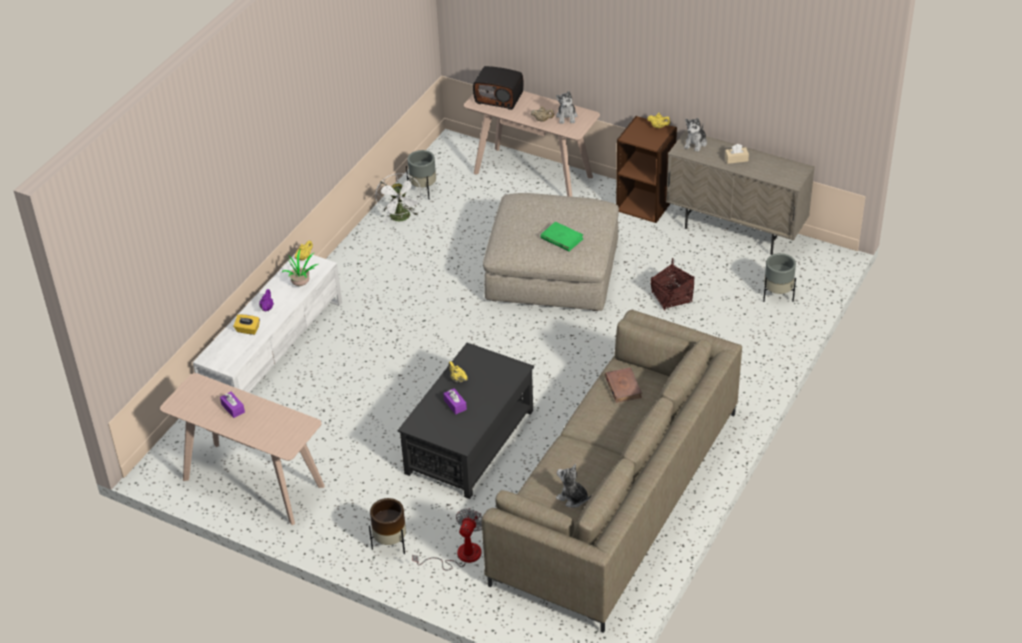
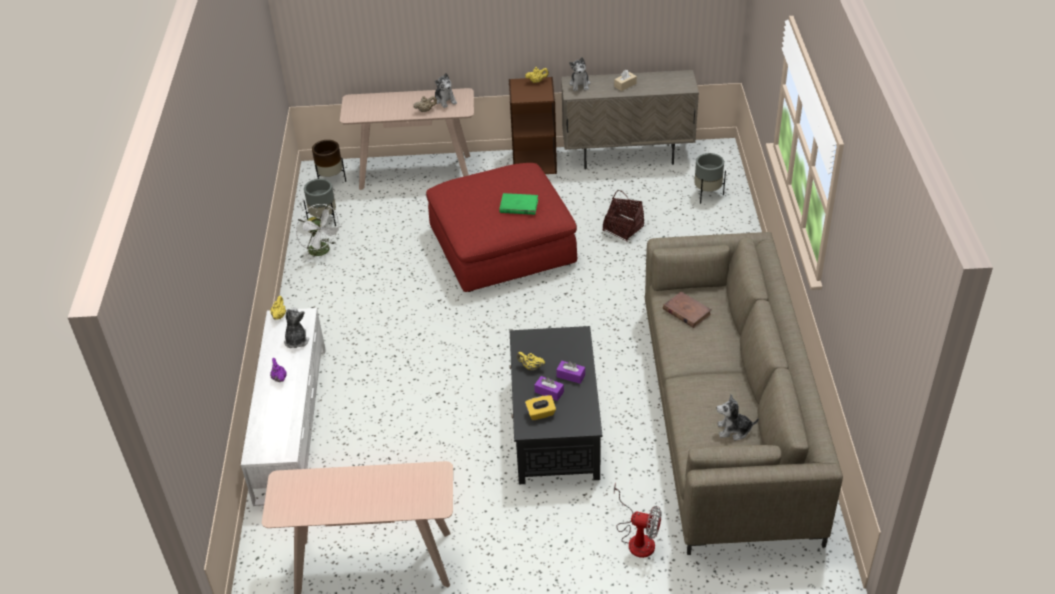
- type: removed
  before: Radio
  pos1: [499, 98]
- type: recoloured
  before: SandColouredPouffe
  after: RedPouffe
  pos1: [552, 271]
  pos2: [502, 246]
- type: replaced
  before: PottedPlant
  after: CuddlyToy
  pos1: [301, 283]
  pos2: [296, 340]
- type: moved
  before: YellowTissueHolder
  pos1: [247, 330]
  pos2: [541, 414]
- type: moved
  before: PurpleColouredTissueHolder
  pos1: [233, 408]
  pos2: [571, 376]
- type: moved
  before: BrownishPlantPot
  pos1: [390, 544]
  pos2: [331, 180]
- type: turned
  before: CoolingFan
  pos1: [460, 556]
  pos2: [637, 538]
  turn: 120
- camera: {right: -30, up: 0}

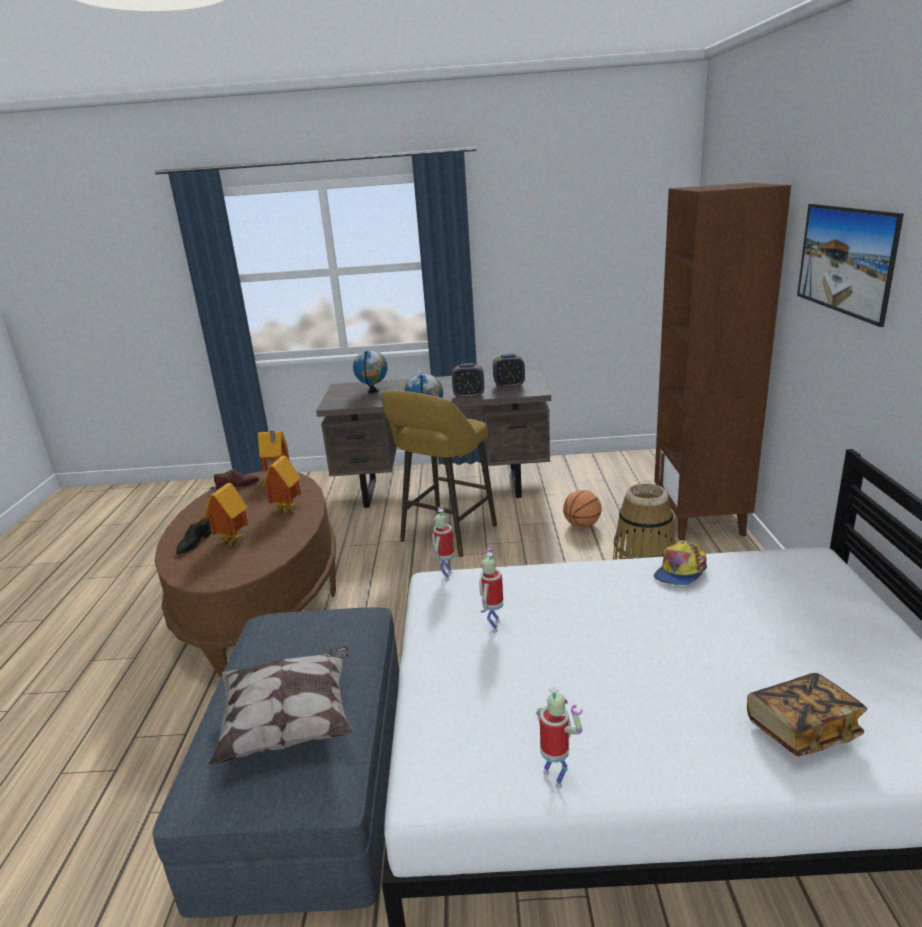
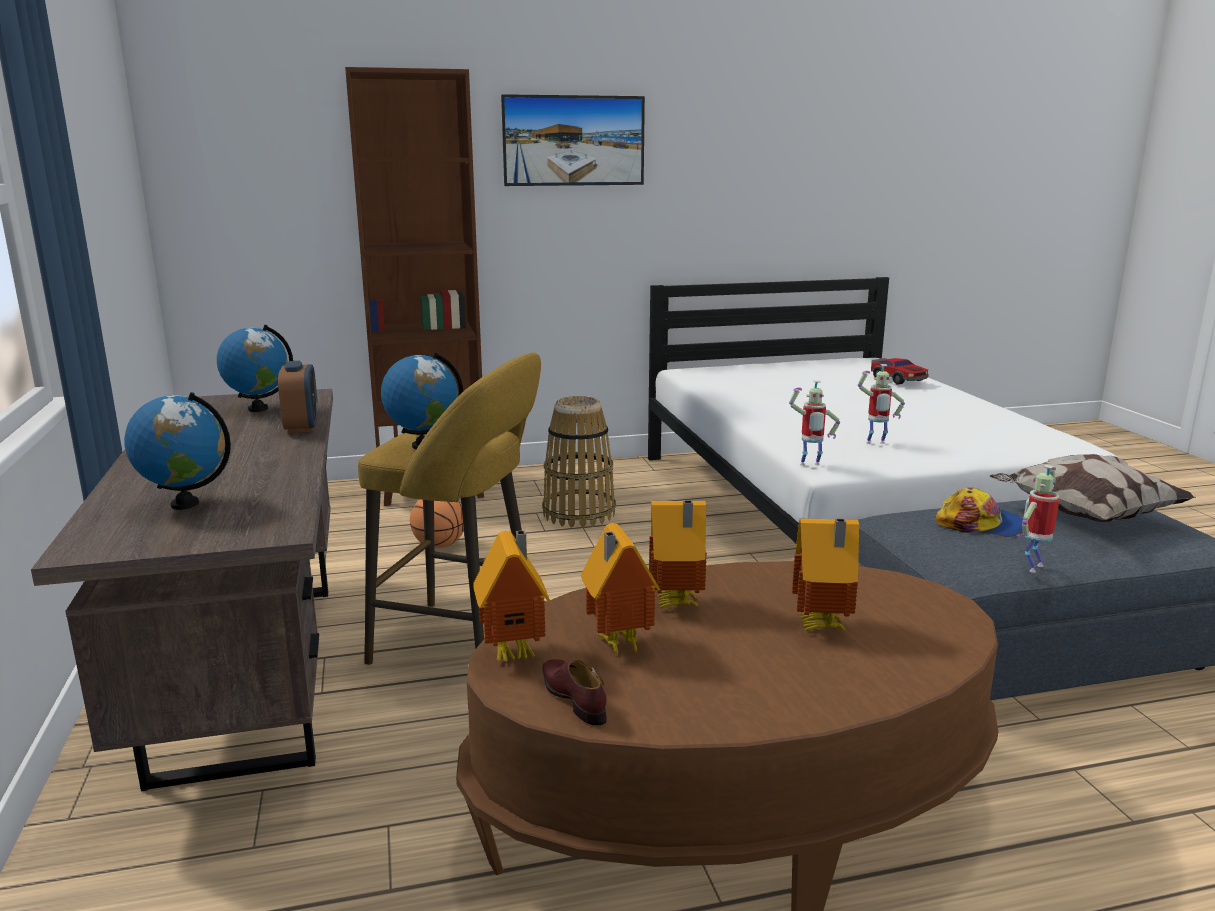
- type: replaced
  before: BedsideClock
  after: DeskGlobe
  pos1: [509, 386]
  pos2: [258, 409]
- type: removed
  before: BlackLowShoe
  pos1: [194, 543]
- type: moved
  before: PeakedCap
  pos1: [680, 571]
  pos2: [979, 524]
- type: replaced
  before: Volume
  after: MiniatureCar
  pos1: [801, 729]
  pos2: [898, 379]
- type: moved
  before: ToyRobot
  pos1: [556, 777]
  pos2: [1032, 567]
- type: added
  after: ToyHouse
  pos2: [616, 644]
- camera: {right: -105, up: -5}

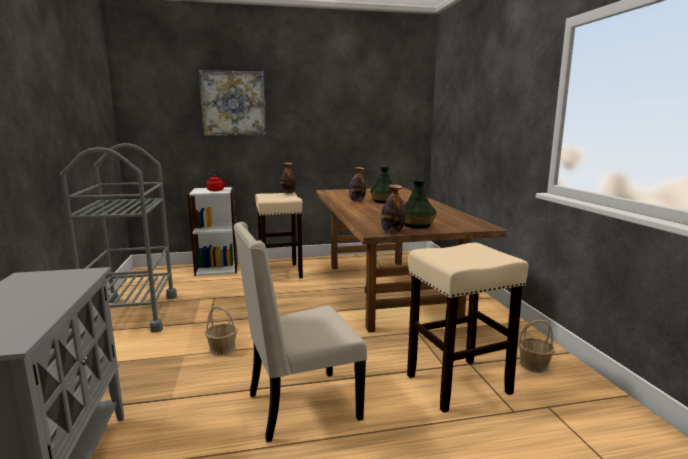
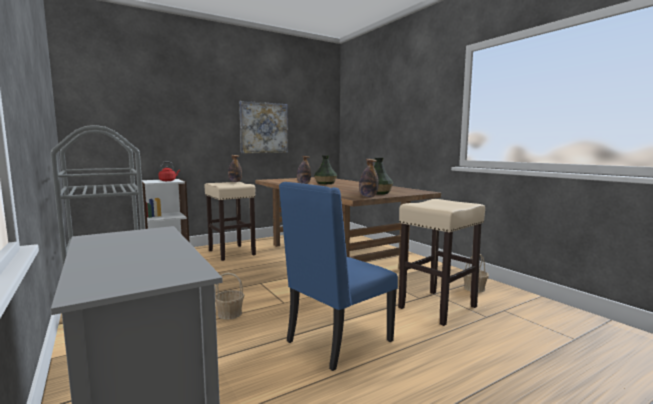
- type: moved
  before: Picture
  pos1: [233, 103]
  pos2: [264, 128]
- type: recoloured
  before: SandColouredChair
  after: BlueColouredChair
  pos1: [300, 406]
  pos2: [337, 342]
- camera: {right: -20, up: -5}

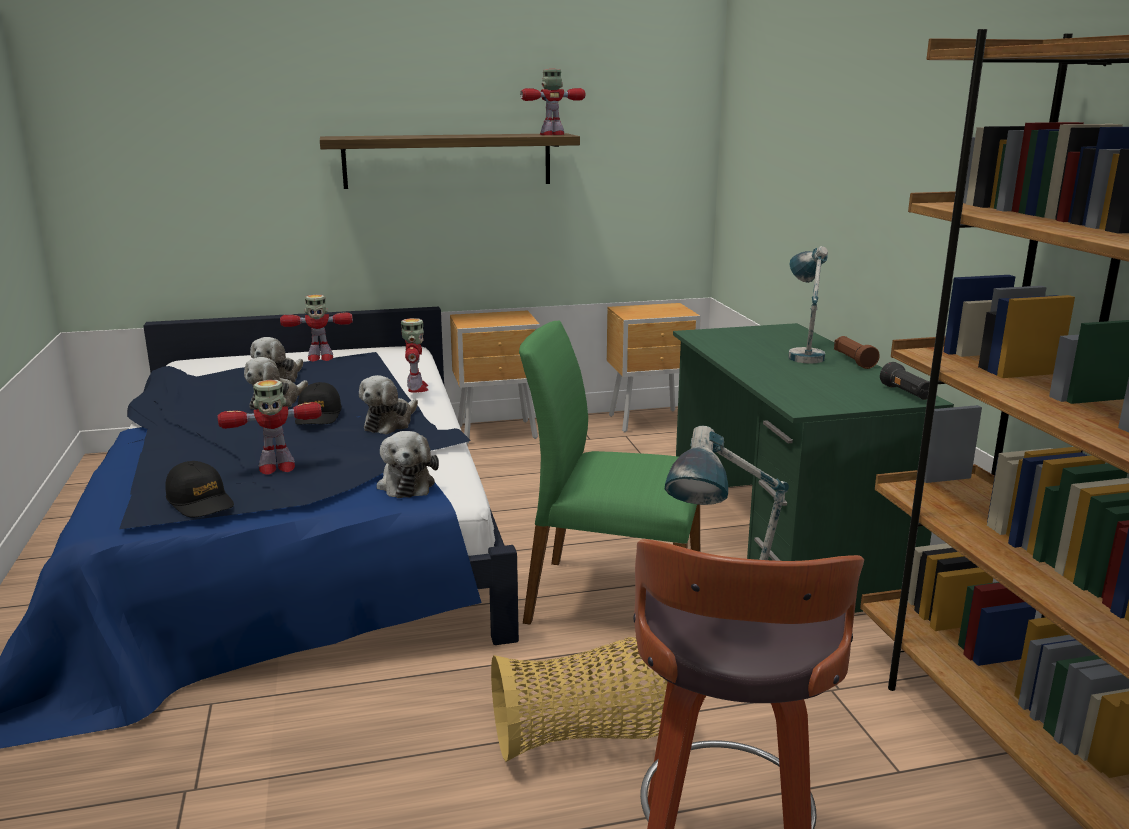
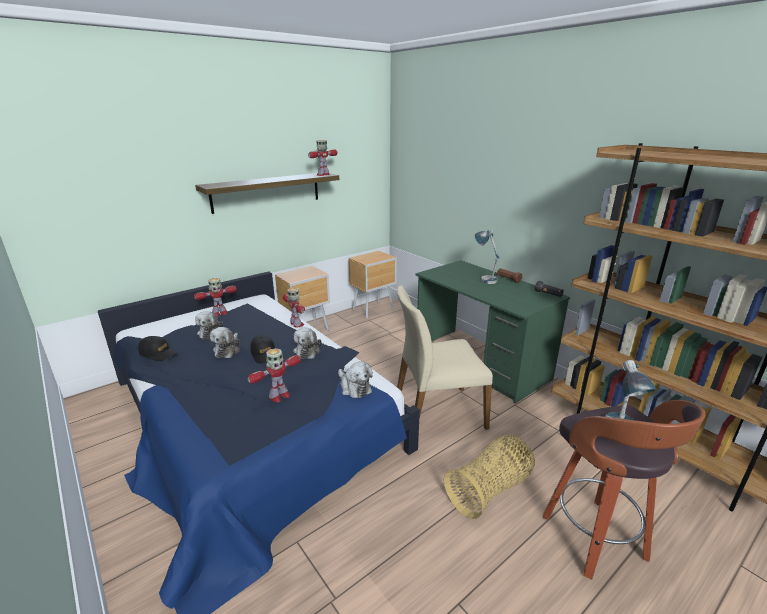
- type: recoloured
  before: GreenishChair
  after: SandColouredChair
  pos1: [612, 598]
  pos2: [437, 412]
- type: moved
  before: BlackPeakedCap
  pos1: [200, 502]
  pos2: [158, 353]
- camera: {right: -25, up: 5}

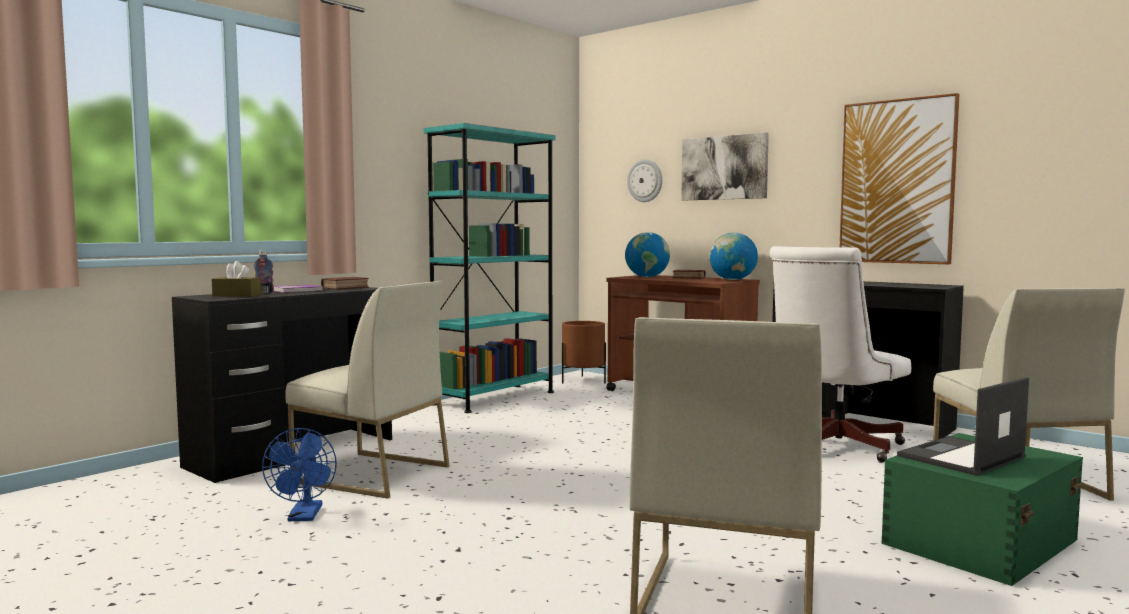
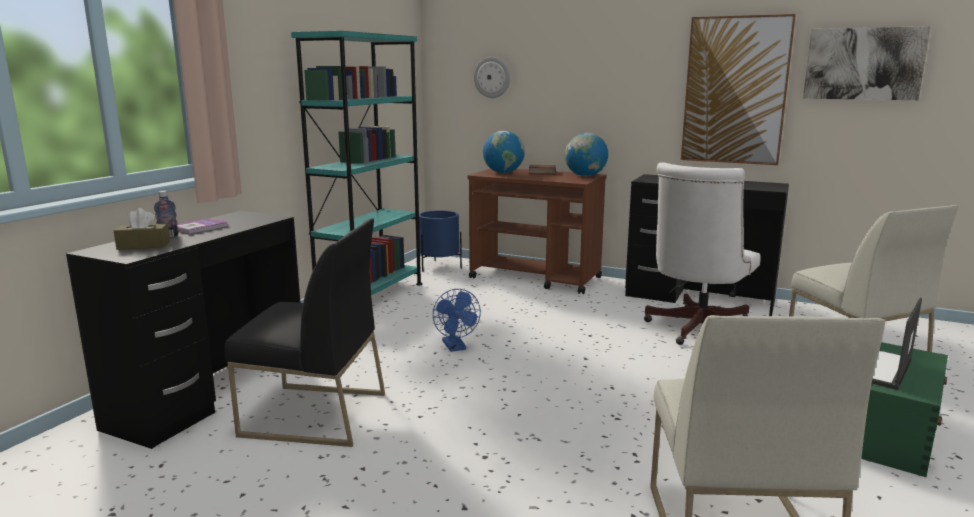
- type: moved
  before: Picture
  pos1: [724, 168]
  pos2: [863, 64]
- type: removed
  before: Volume
  pos1: [345, 287]
- type: recoloured
  before: WhiteColouredChair
  after: BlackChair
  pos1: [370, 474]
  pos2: [313, 415]
- type: recoloured
  before: BrownishPlantPot
  after: BlueColouredPlantPot
  pos1: [583, 381]
  pos2: [439, 267]
- type: moved
  before: BlueColouredCoolingFan
  pos1: [304, 517]
  pos2: [456, 347]
- camera: {right: -15, up: 10}

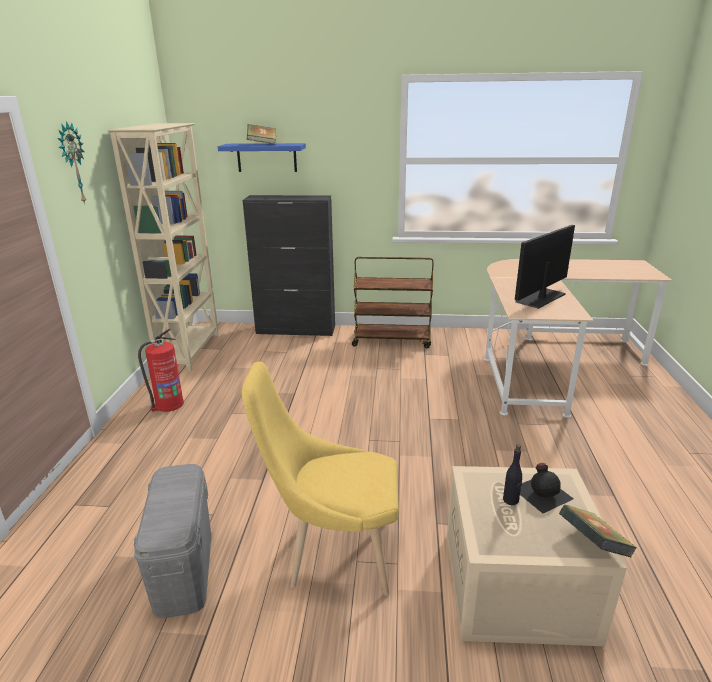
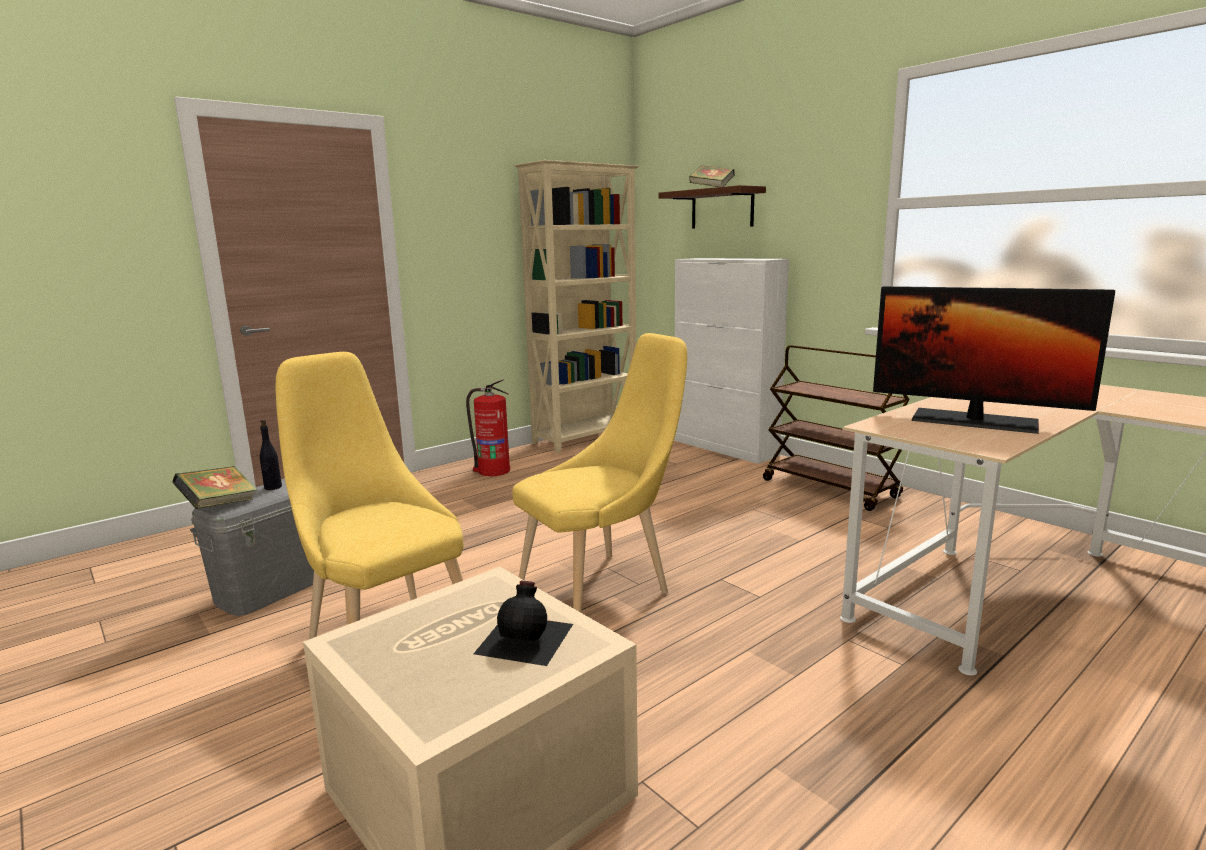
- type: removed
  before: WallClock
  pos1: [72, 164]
- type: recoloured
  before: BlueColouredBracketShelf
  after: BrownishBracketShelf
  pos1: [266, 157]
  pos2: [722, 208]
- type: recoloured
  before: BlackCupboard
  after: WhiteColouredCupboard
  pos1: [296, 330]
  pos2: [725, 448]
- type: turned
  before: ComputerDisplay
  pos1: [540, 298]
  pos2: [974, 421]
  turn: -150
- type: moved
  before: BlackBottle
  pos1: [511, 500]
  pos2: [273, 487]
- type: moved
  before: Volume
  pos1: [592, 545]
  pos2: [219, 506]
- type: added
  after: YellowChair
  pos2: [602, 586]
- camera: {right: 45, up: -10}

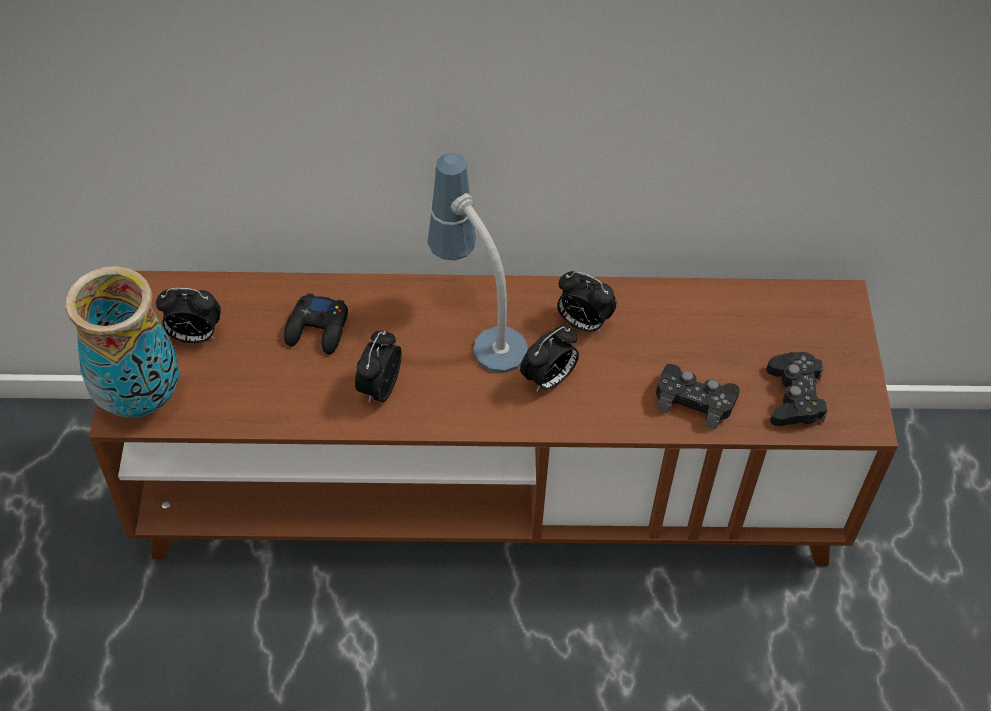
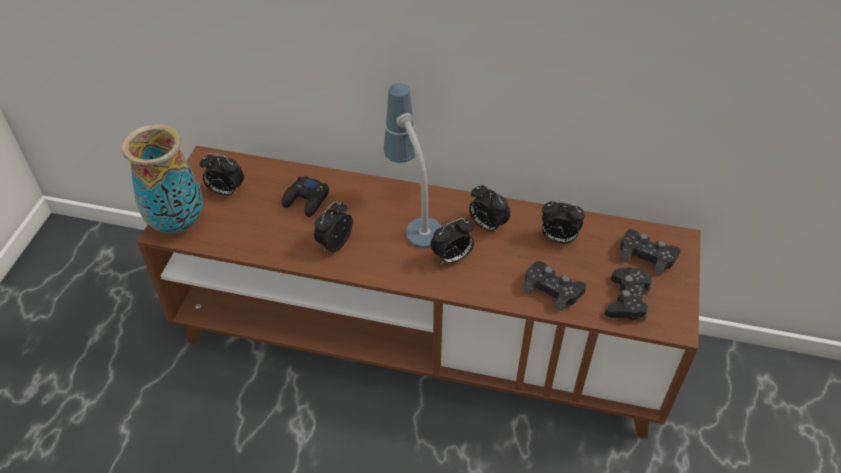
- type: added
  after: BedsideClock
  pos2: [558, 238]
- type: added
  after: BlackGamepad
  pos2: [647, 255]
- camera: {right: 15, up: -5}

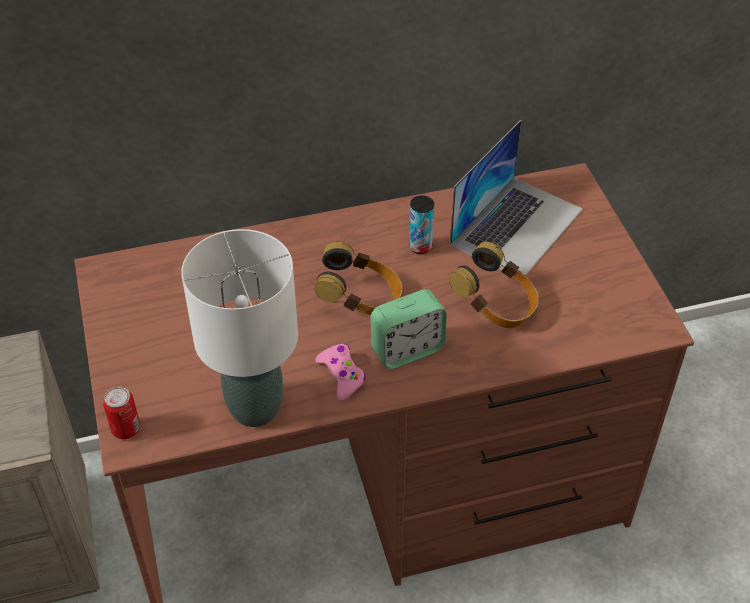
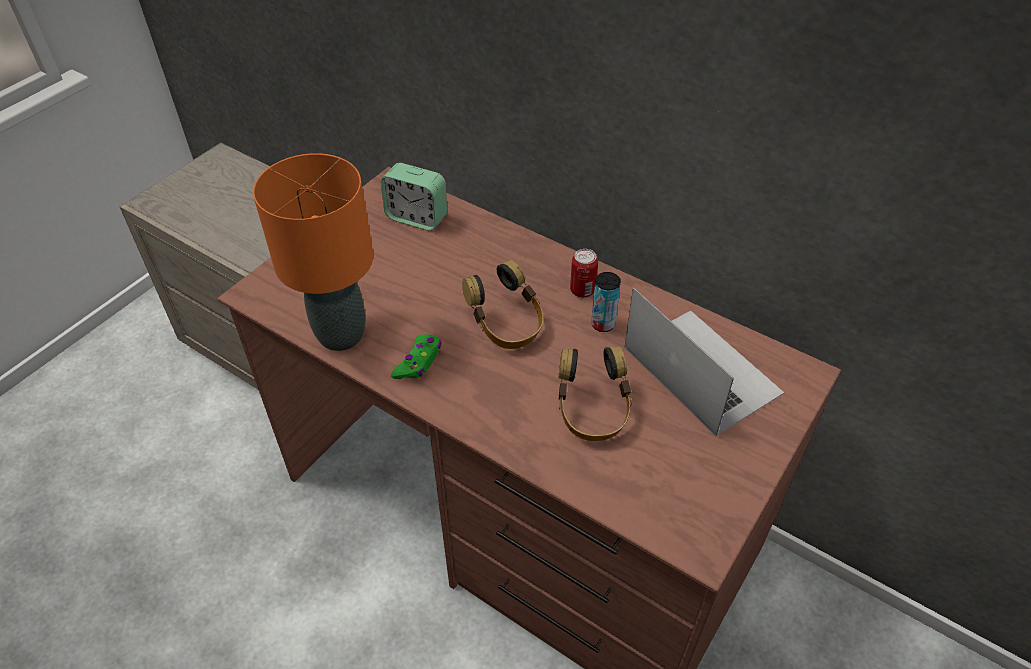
- type: turned
  before: Laptop
  pos1: [516, 226]
  pos2: [701, 369]
  turn: -120
- type: recoloured
  before: WhiteColouredLampForATable
  after: OrangeColouredLampForATable
  pos1: [256, 407]
  pos2: [342, 334]
- type: moved
  before: BedsideClock
  pos1: [407, 349]
  pos2: [417, 217]
- type: recoloured
  before: PinkColouredGamepad
  after: GreenishGamepad
  pos1: [342, 375]
  pos2: [418, 362]
- type: moved
  before: SealedCan
  pos1: [126, 429]
  pos2: [582, 290]
- camera: {right: 50, up: 0}

